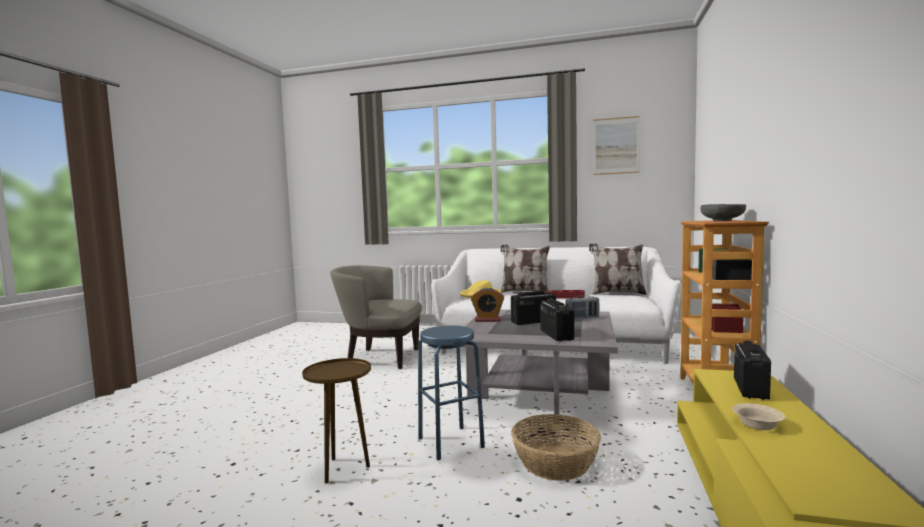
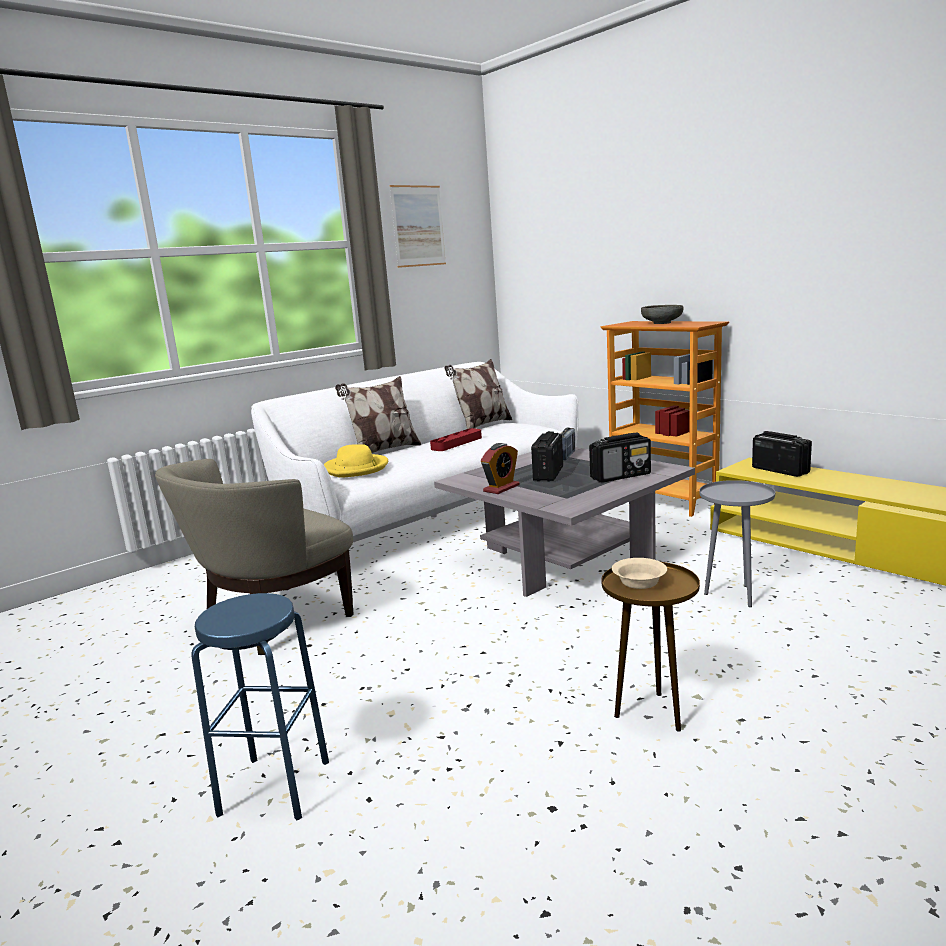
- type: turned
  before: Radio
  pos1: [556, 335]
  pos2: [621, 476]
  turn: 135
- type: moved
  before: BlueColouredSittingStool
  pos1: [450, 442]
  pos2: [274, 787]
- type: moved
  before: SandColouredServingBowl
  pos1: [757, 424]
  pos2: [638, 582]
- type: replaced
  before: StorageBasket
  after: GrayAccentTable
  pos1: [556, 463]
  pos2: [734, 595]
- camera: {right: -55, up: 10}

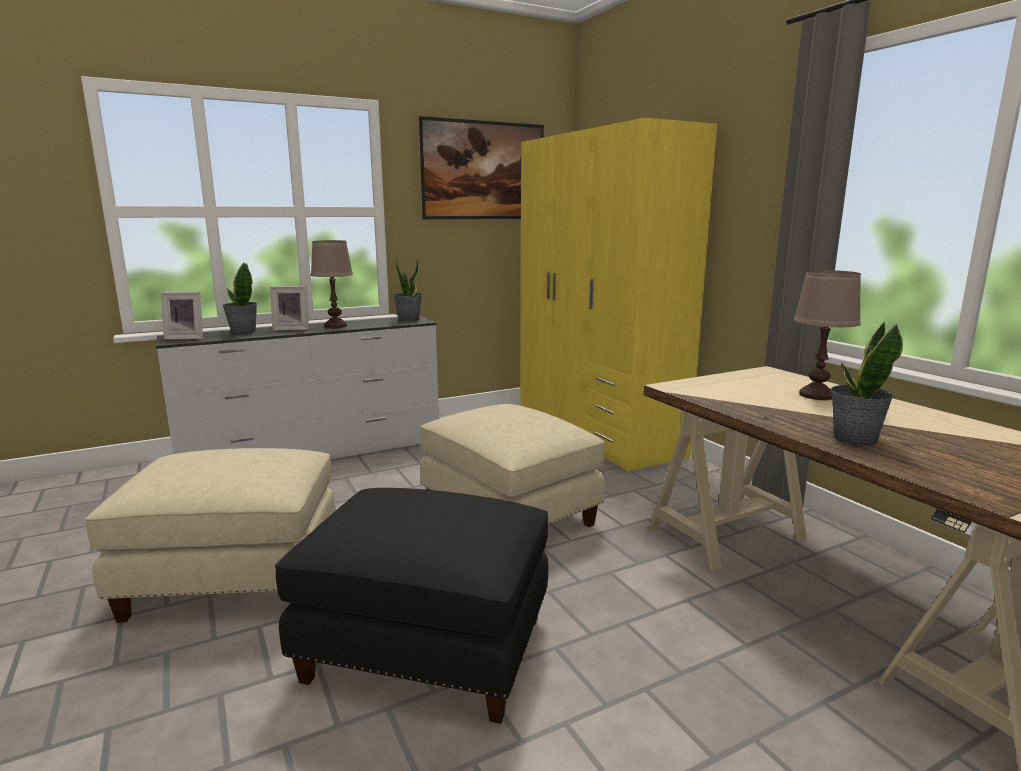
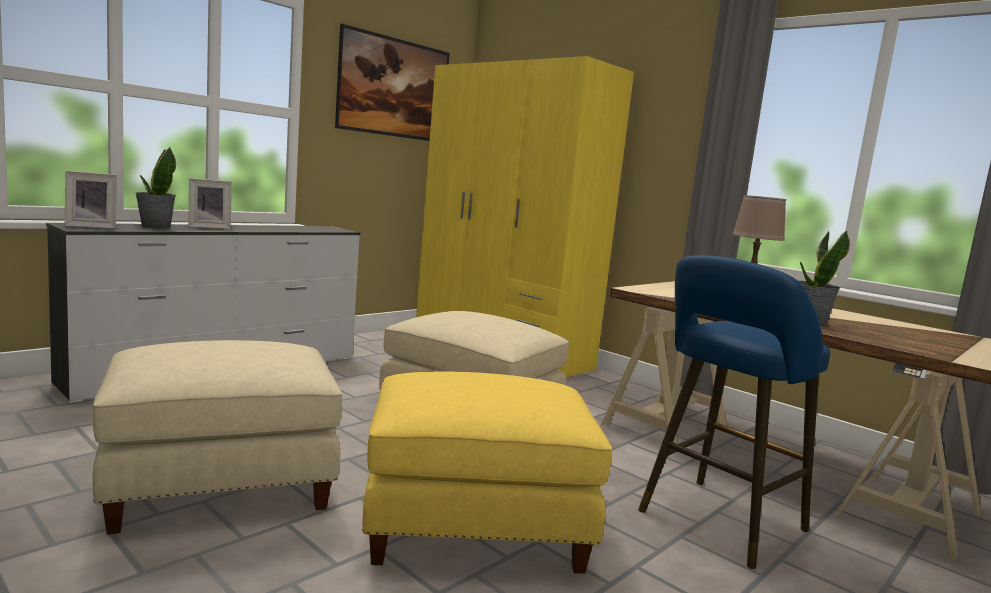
- type: removed
  before: BrownishLampForATable
  pos1: [335, 326]
- type: removed
  before: PottedPlant
  pos1: [408, 320]
- type: recoloured
  before: BlackPouffe
  after: YellowPouffe
  pos1: [425, 650]
  pos2: [474, 527]
- type: added
  after: BlueColouredSittingStool
  pos2: [717, 523]
- camera: {right: -20, up: -5}

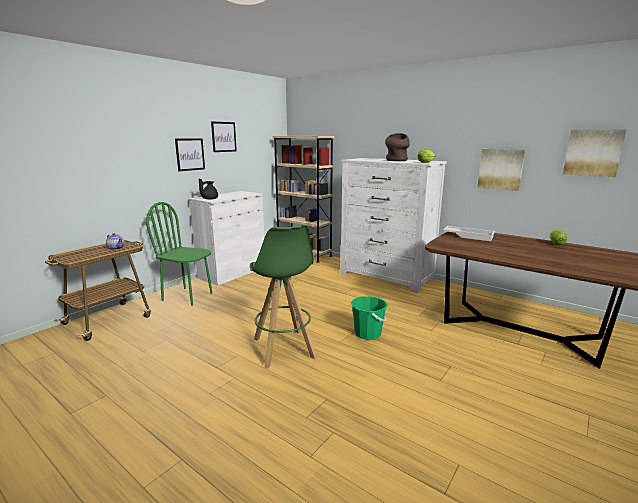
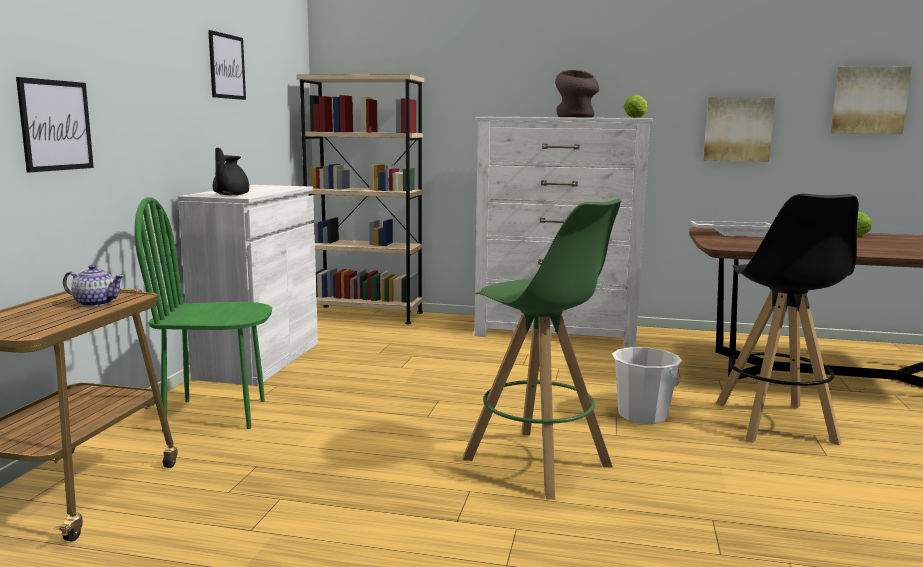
- type: moved
  before: Picture
  pos1: [190, 154]
  pos2: [56, 125]
- type: recoloured
  before: GreenishBucket
  after: WhiteColouredBucket
  pos1: [368, 334]
  pos2: [642, 415]
- type: added
  after: BlackSittingStool
  pos2: [774, 423]
- camera: {right: -25, up: -5}

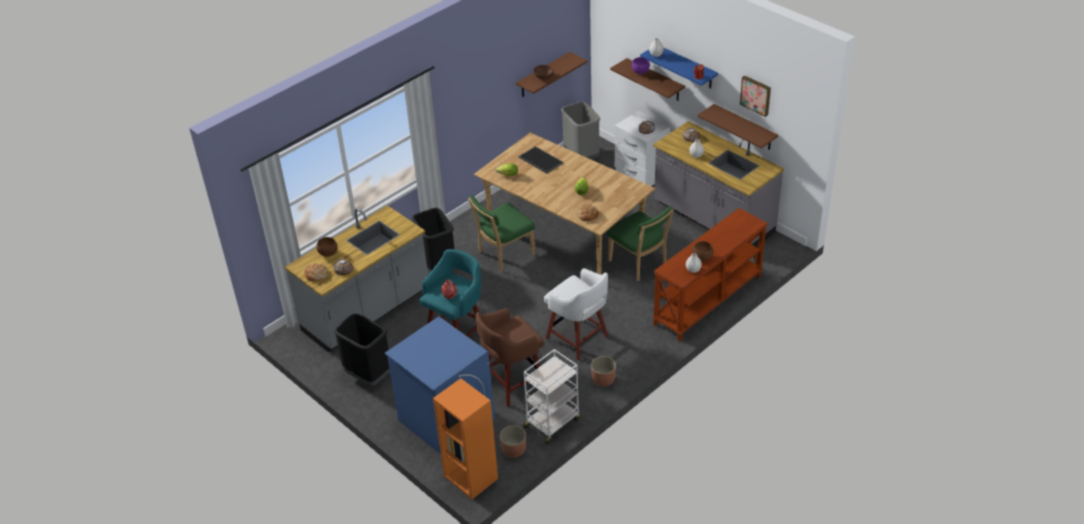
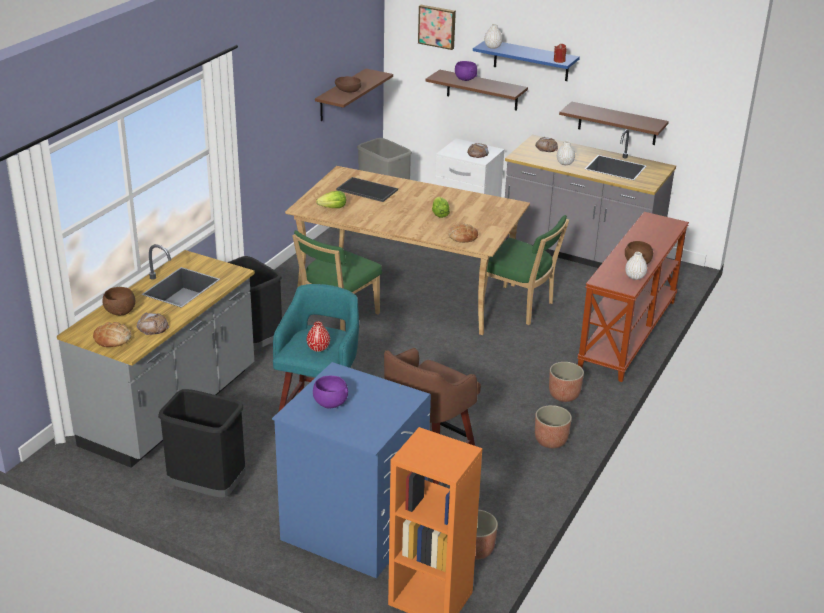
- type: moved
  before: Picture
  pos1: [756, 95]
  pos2: [437, 26]
- type: removed
  before: WhiteColouredSittingStool
  pos1: [578, 339]
- type: removed
  before: WhiteColouredWheeledCart
  pos1: [552, 422]
- type: added
  after: PlantPot
  pos2: [564, 395]
- type: added
  after: PurpleColouredServingBowl
  pos2: [330, 403]
- camera: {right: -20, up: -10}

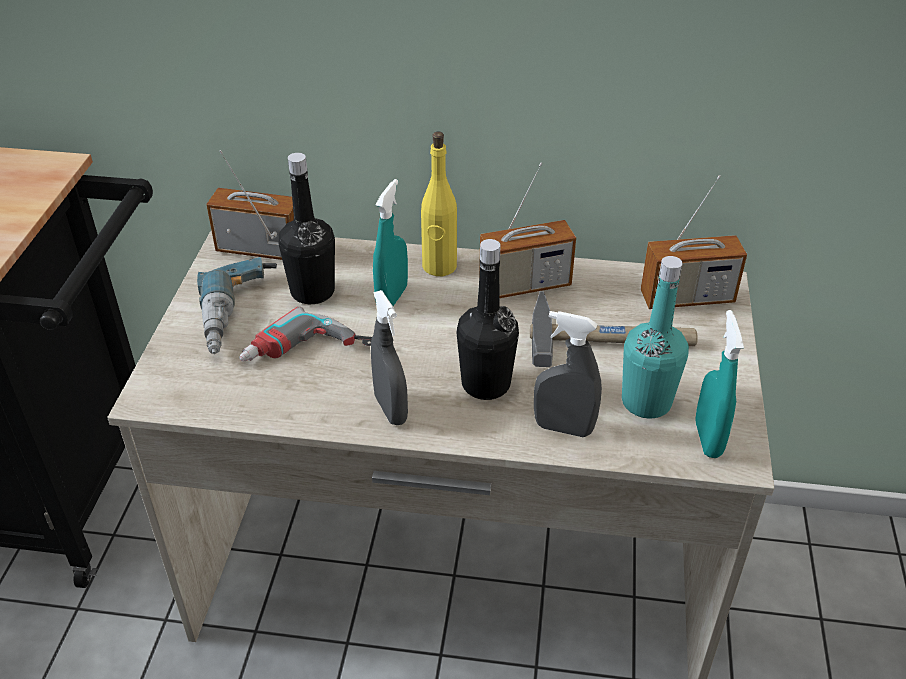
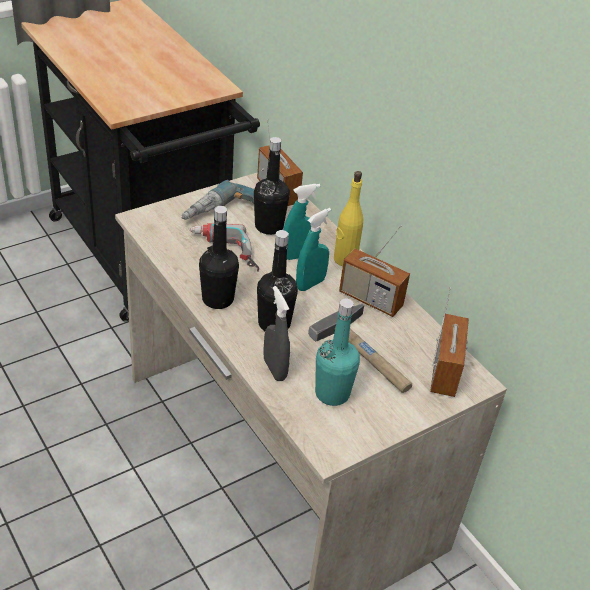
- type: turned
  before: Radio
  pos1: [687, 298]
  pos2: [445, 372]
  turn: -120
- type: replaced
  before: GraySprayBottle
  after: BlackBottle
  pos1: [390, 409]
  pos2: [218, 299]
- type: moved
  before: TurquoiseSprayBottle
  pos1: [708, 439]
  pos2: [310, 284]
- camera: {right: 45, up: 0}

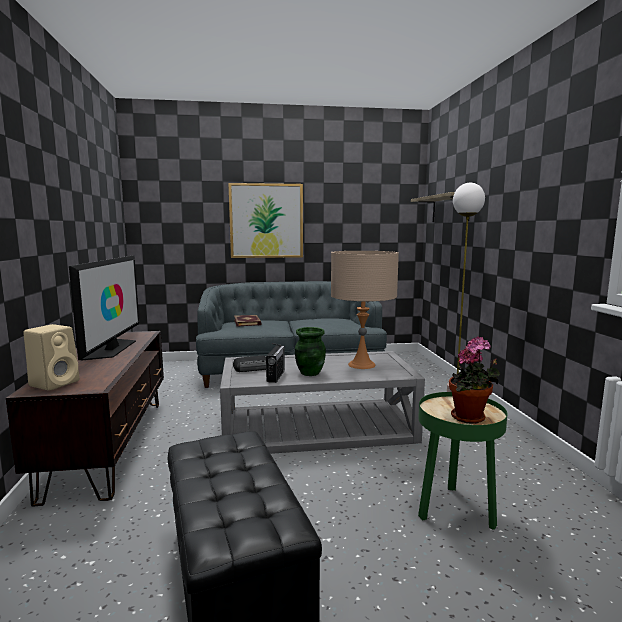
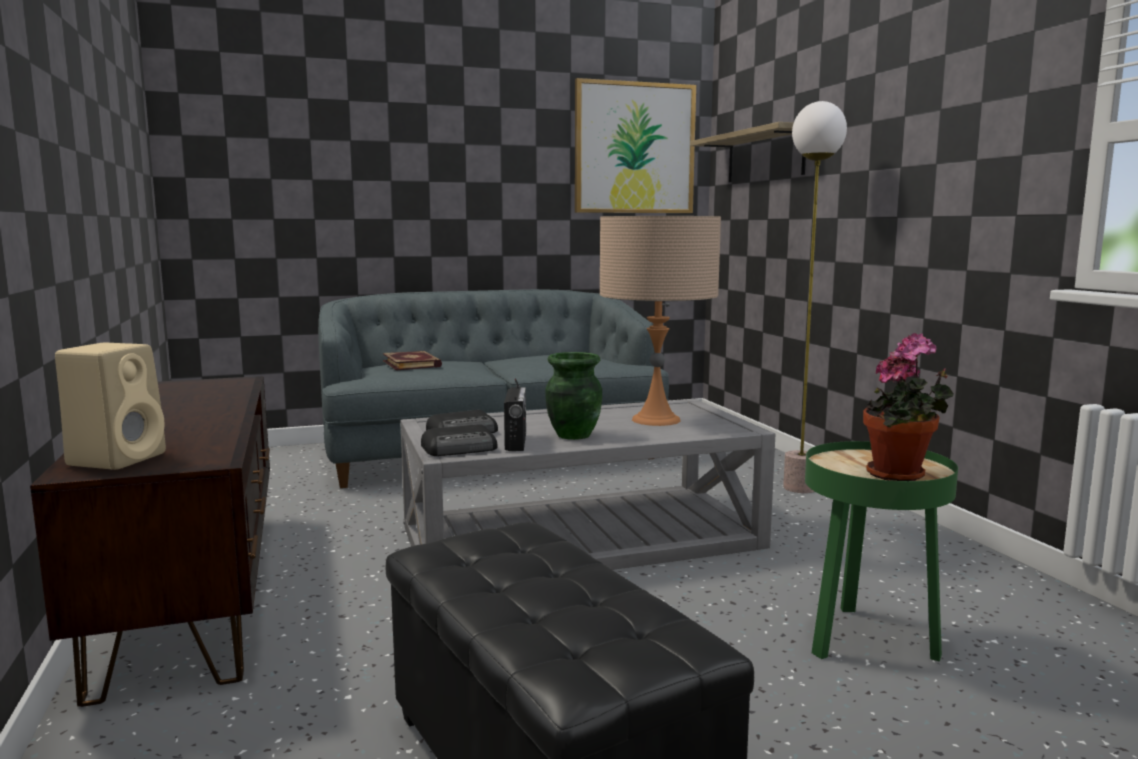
- type: moved
  before: Picture
  pos1: [266, 221]
  pos2: [634, 148]
- type: removed
  before: TvSet
  pos1: [112, 349]
- type: added
  after: Radio
  pos2: [461, 448]
- camera: {right: -10, up: 0}

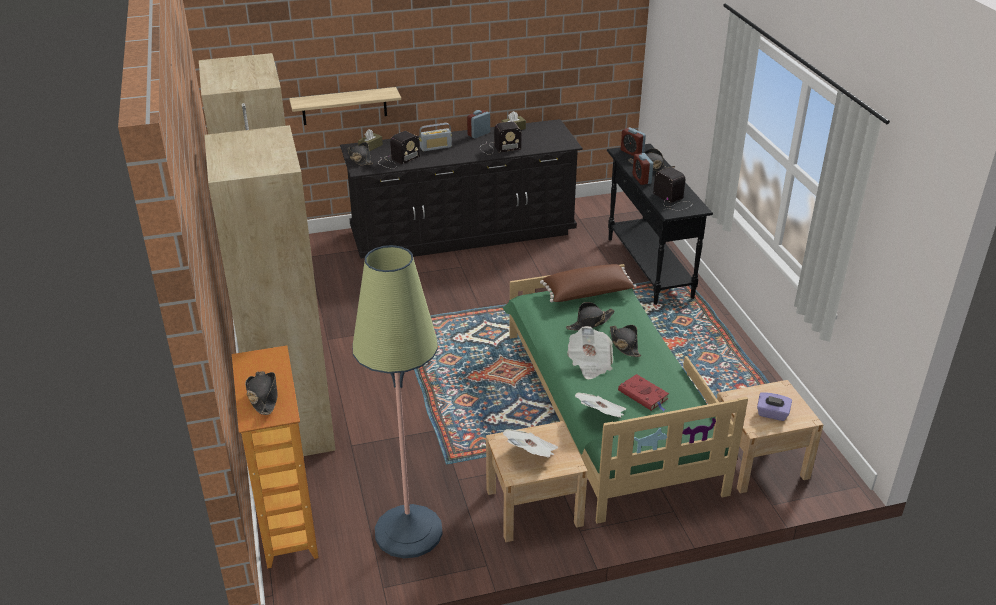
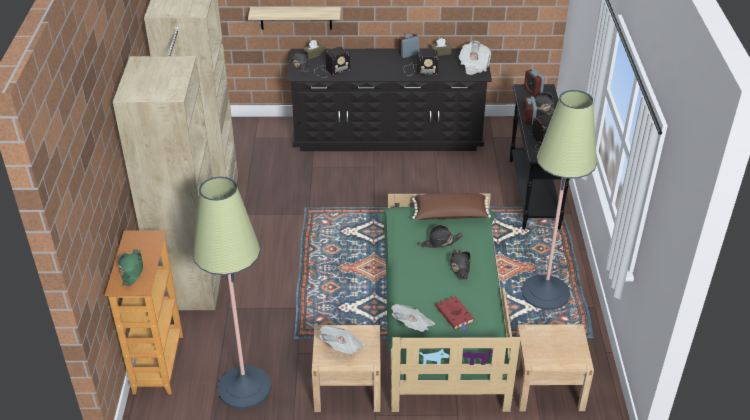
- type: removed
  before: Radio
  pos1: [435, 147]
- type: moved
  before: DailyPaper
  pos1: [590, 363]
  pos2: [474, 66]
- type: recoloured
  before: BlackClothingHat
  after: GreenishClothingHat
  pos1: [263, 396]
  pos2: [132, 270]
- type: removed
  before: PurpleColouredTissueHolder
  pos1: [772, 414]
- type: added
  after: FloorLamp
  pos2: [545, 293]
- camera: {right: 15, up: 5}

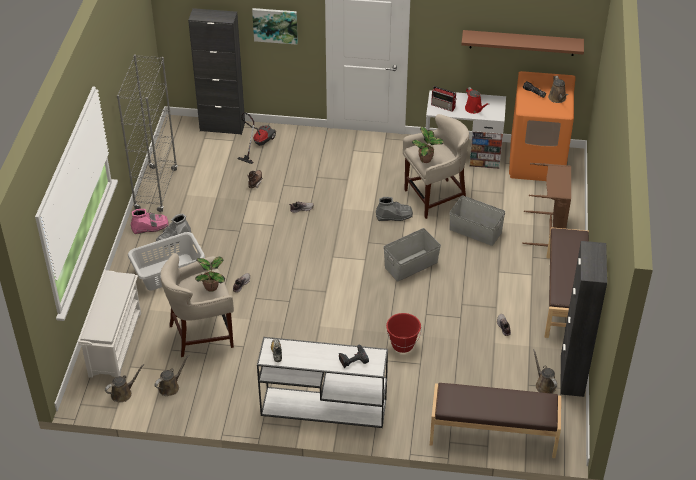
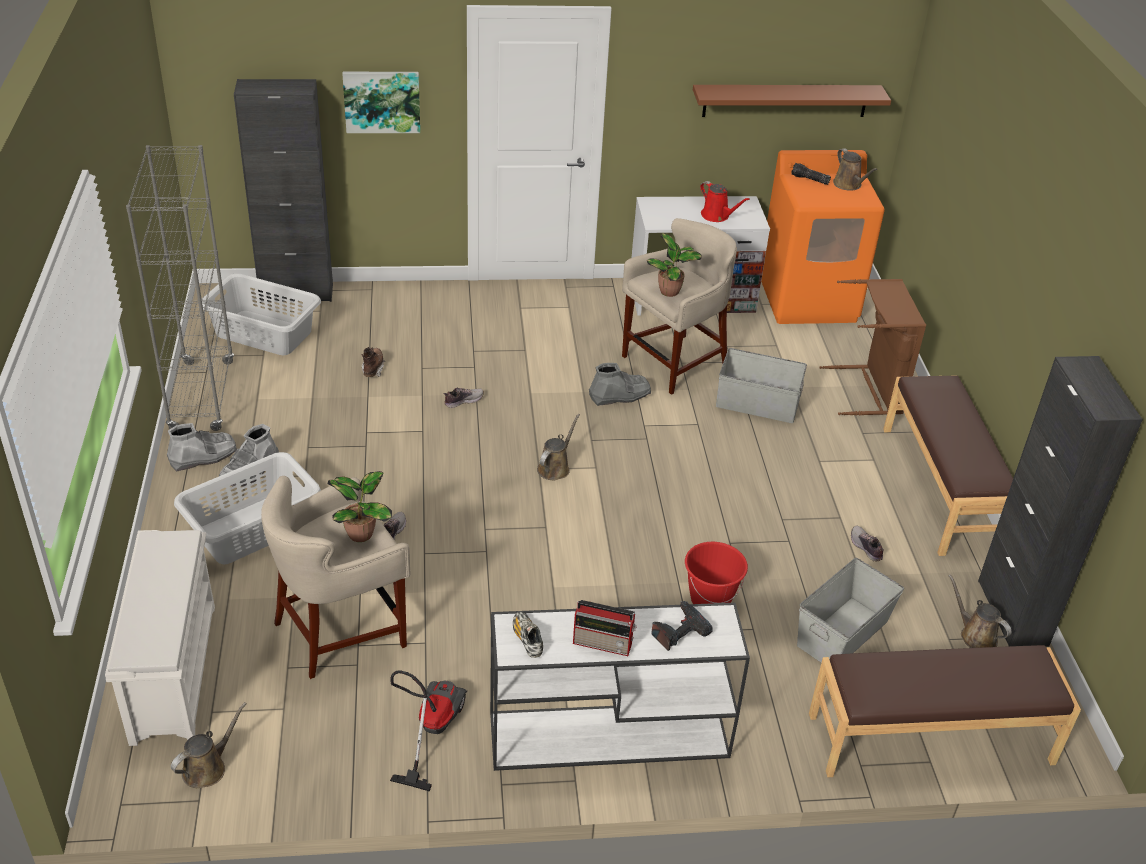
- type: moved
  before: Radio
  pos1: [443, 106]
  pos2: [604, 643]
- type: moved
  before: VacuumCleaner
  pos1: [258, 144]
  pos2: [430, 729]
- type: recoloured
  before: PinkColouredBoot
  after: GrayBoot
  pos1: [150, 227]
  pos2: [203, 456]
- type: moved
  before: GrayStorageBox
  pos1: [411, 265]
  pos2: [843, 633]
- type: moved
  before: BrownishWateringCan
  pos1: [170, 387]
  pos2: [555, 467]
- type: added
  after: GrayHamper
  pos2: [264, 332]
- camera: {right: -15, up: -5}

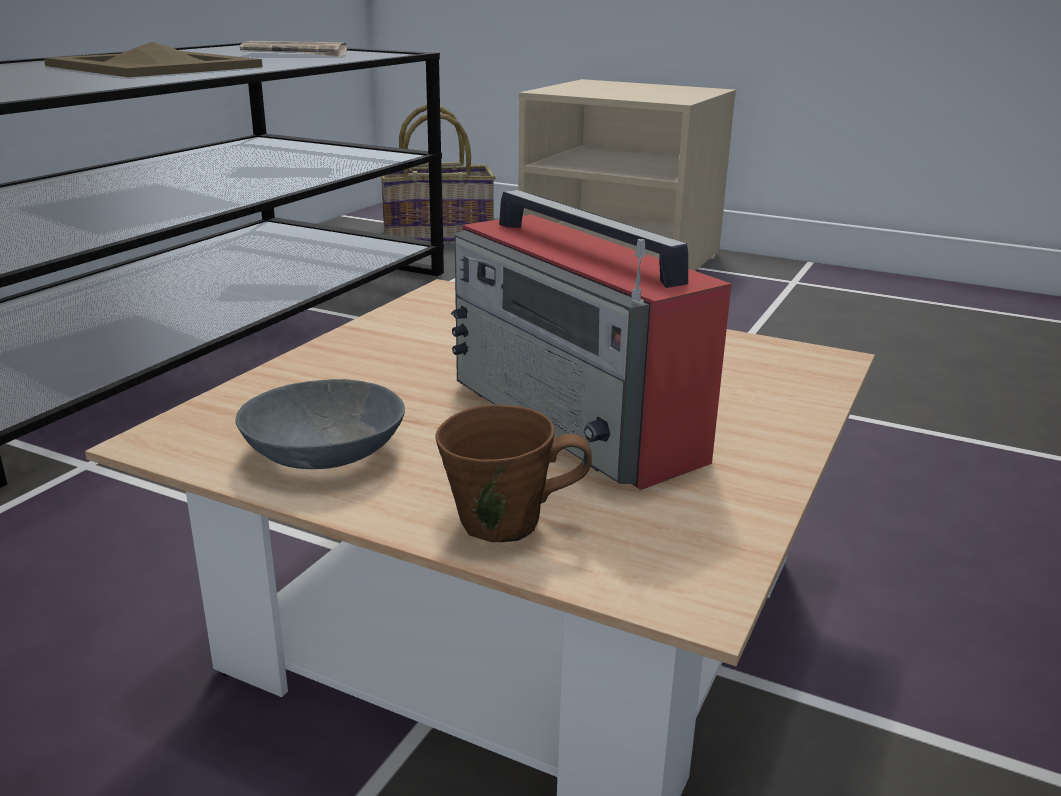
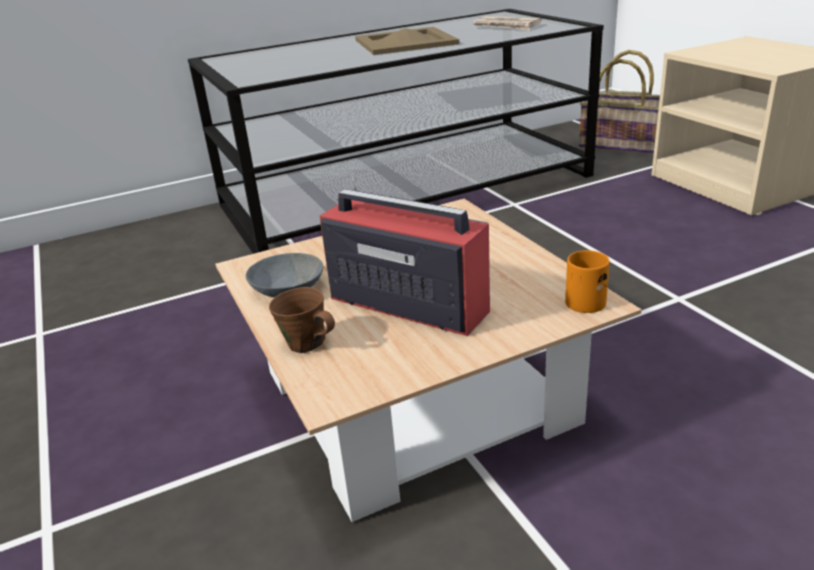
- type: turned
  before: Radio
  pos1: [577, 420]
  pos2: [407, 303]
  turn: 120
- type: added
  after: OrangeColouredMug
  pos2: [587, 298]
- camera: {right: 40, up: 5}

